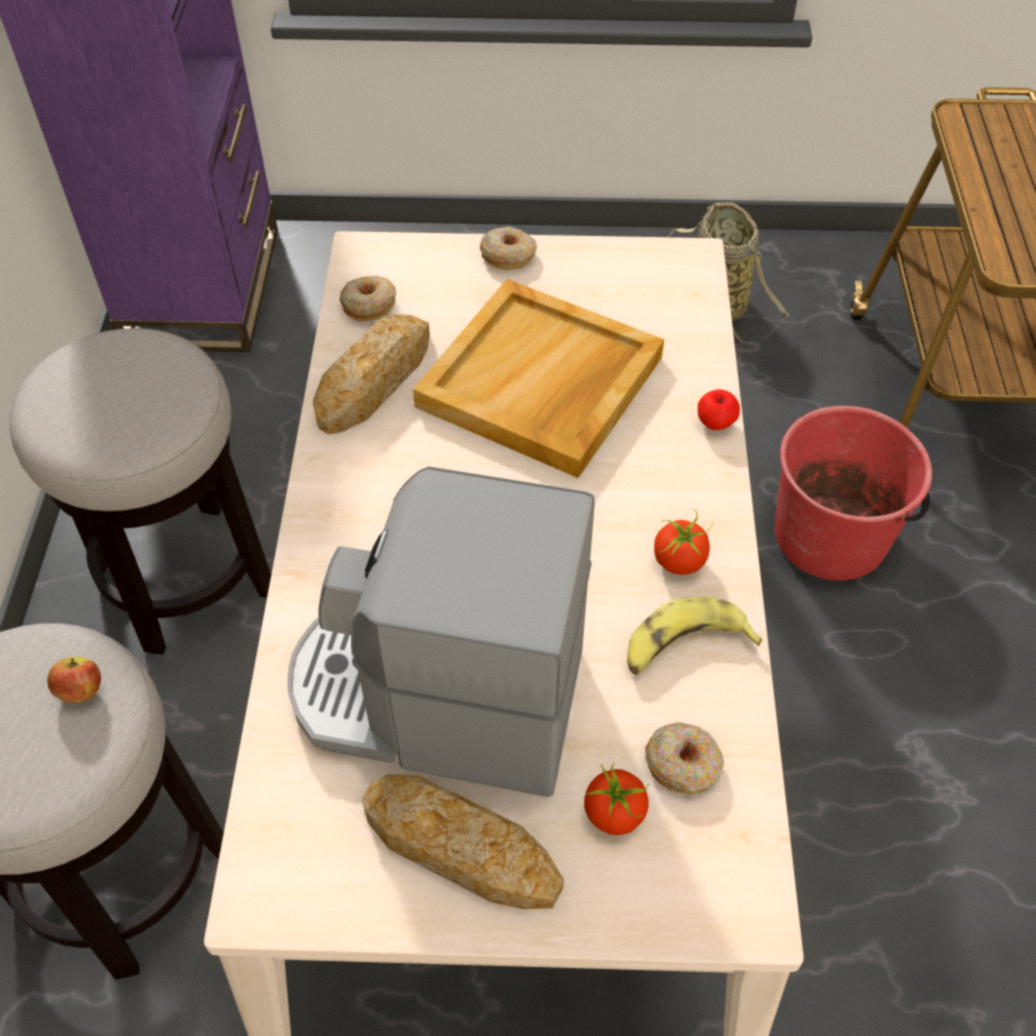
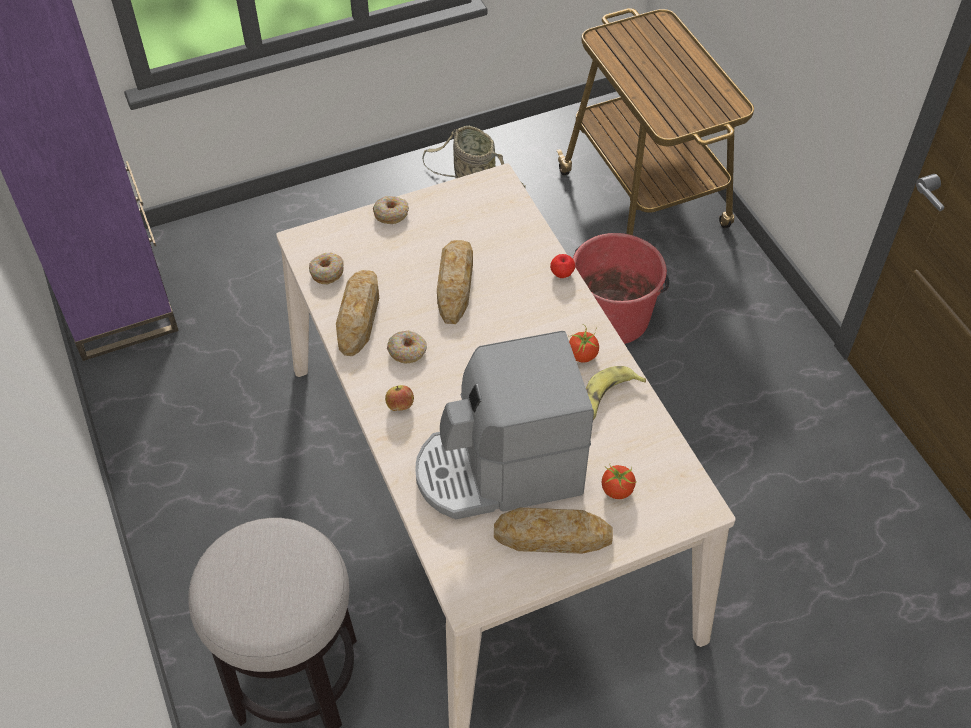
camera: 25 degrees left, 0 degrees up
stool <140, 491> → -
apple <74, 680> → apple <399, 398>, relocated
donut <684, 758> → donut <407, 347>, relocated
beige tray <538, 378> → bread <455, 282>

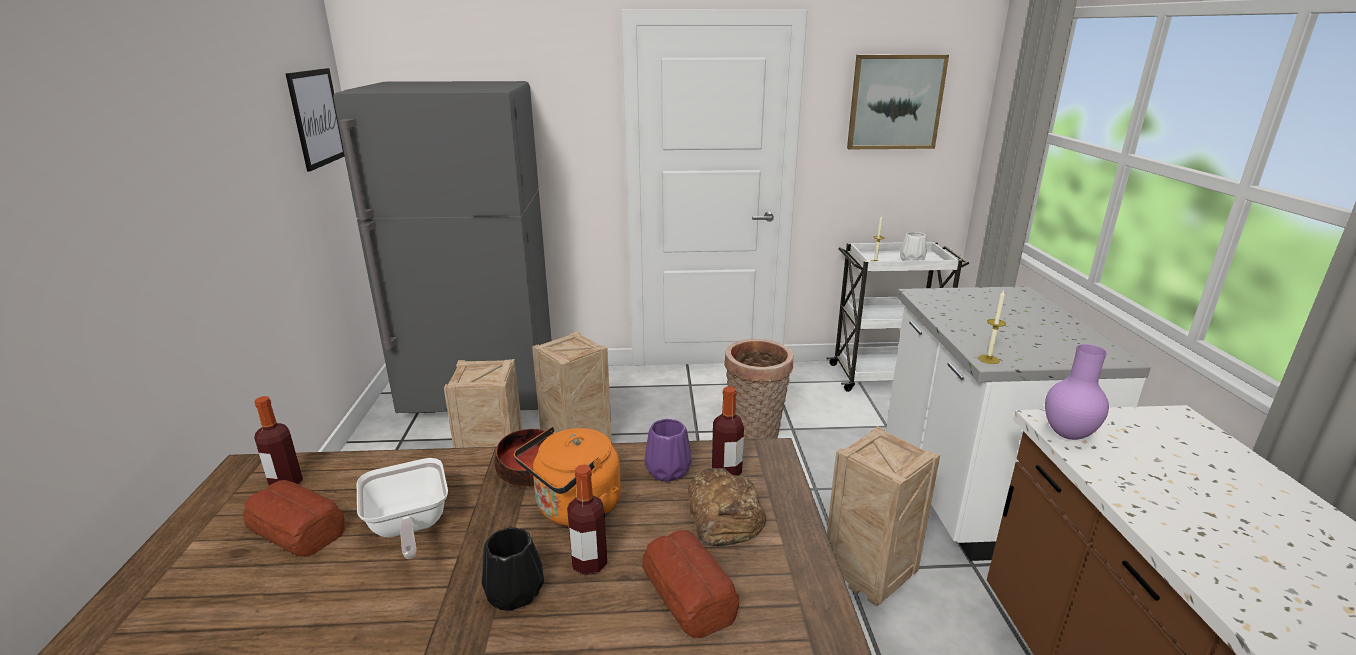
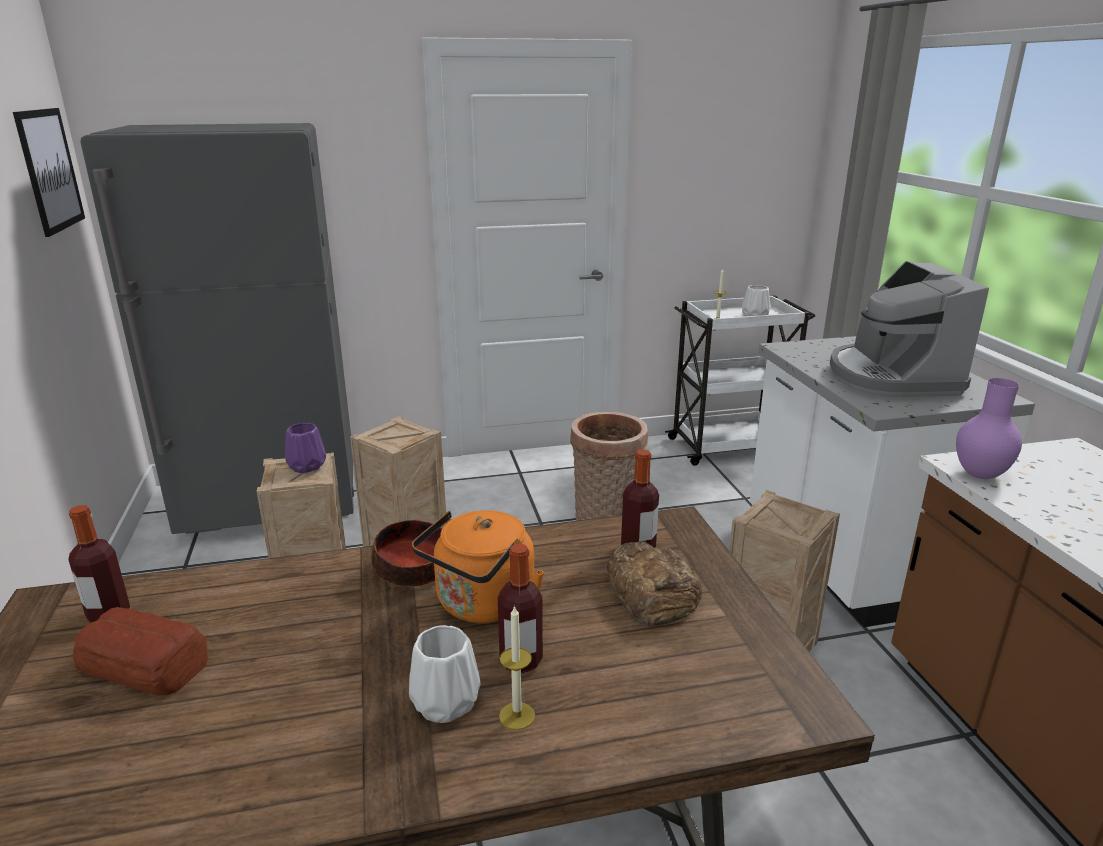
camera: 10 degrees left, 0 degrees up
frying pan <402, 508> → -
bread <690, 584> → -
picture <898, 101> → -
- → coffee machine <909, 329>
purple vase <668, 450> → purple vase <305, 448>, relocated
candle <992, 327> → candle <517, 667>, relocated
black vase <513, 569> → white vase <445, 674>

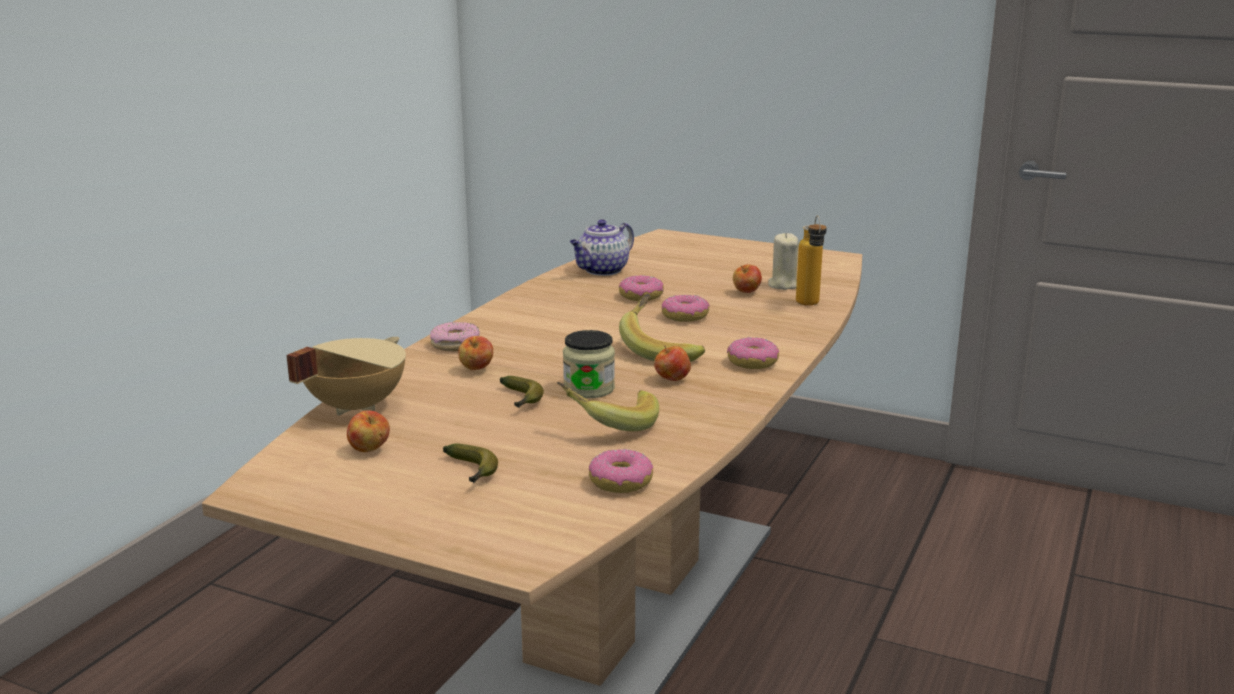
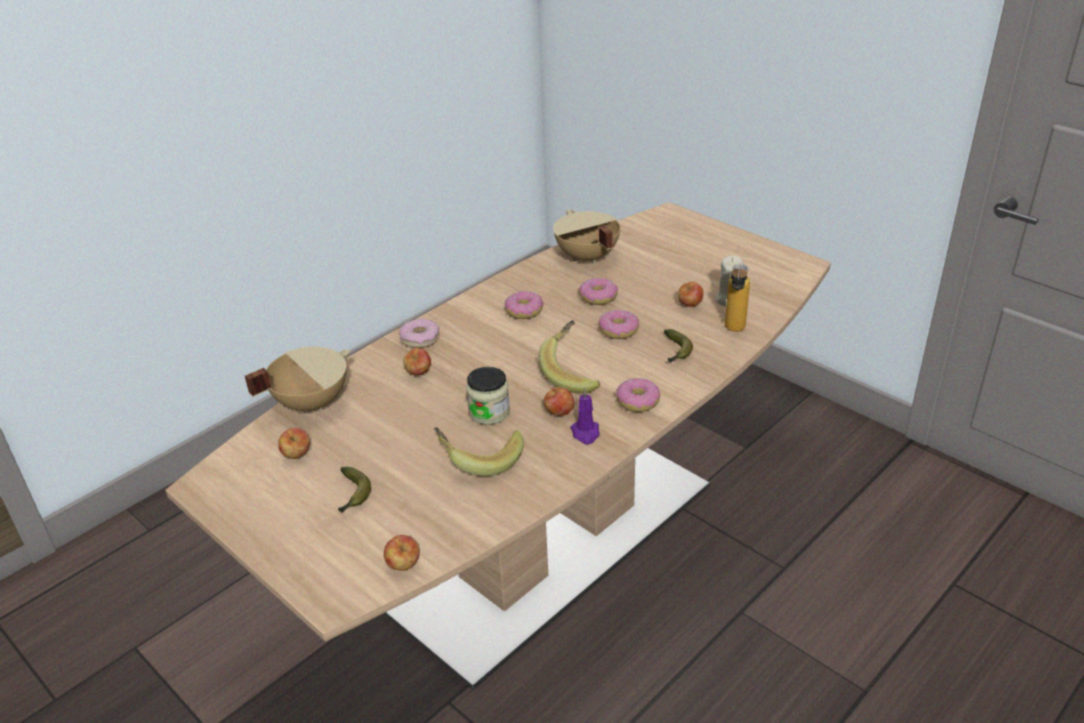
camera: 20 degrees right, 15 degrees up
- → apple <402, 553>
- → purple candle <585, 416>
banana <522, 392> → banana <678, 346>, relocated
donut <621, 471> → donut <524, 305>, relocated
teapot <602, 248> → beige cooking pot <587, 237>

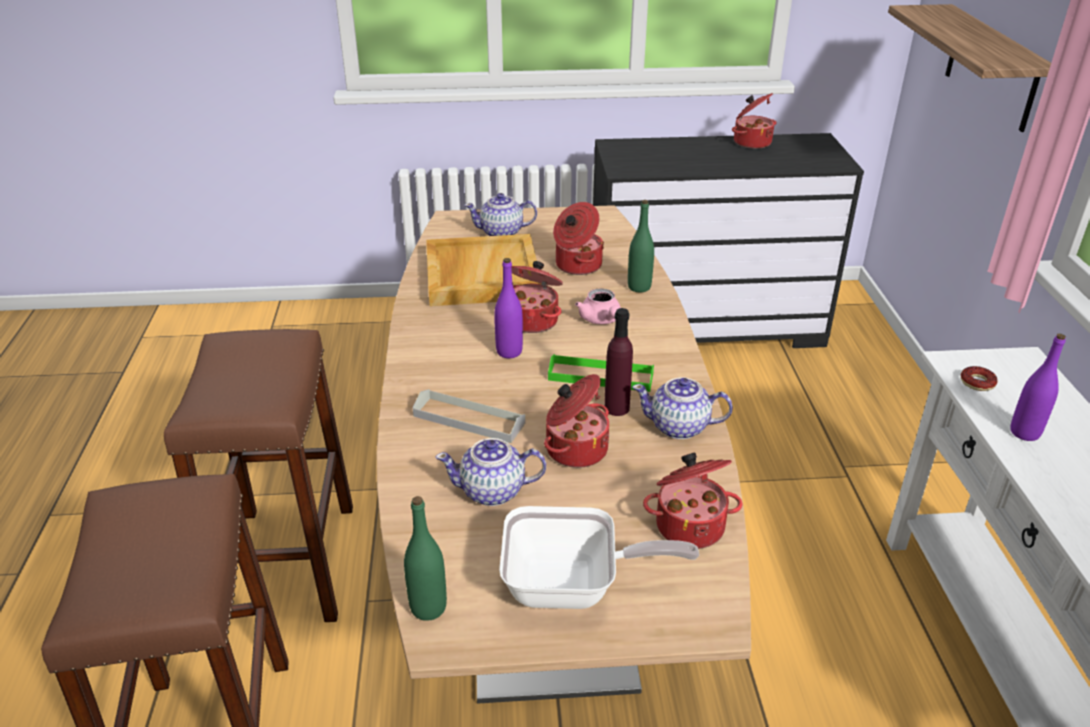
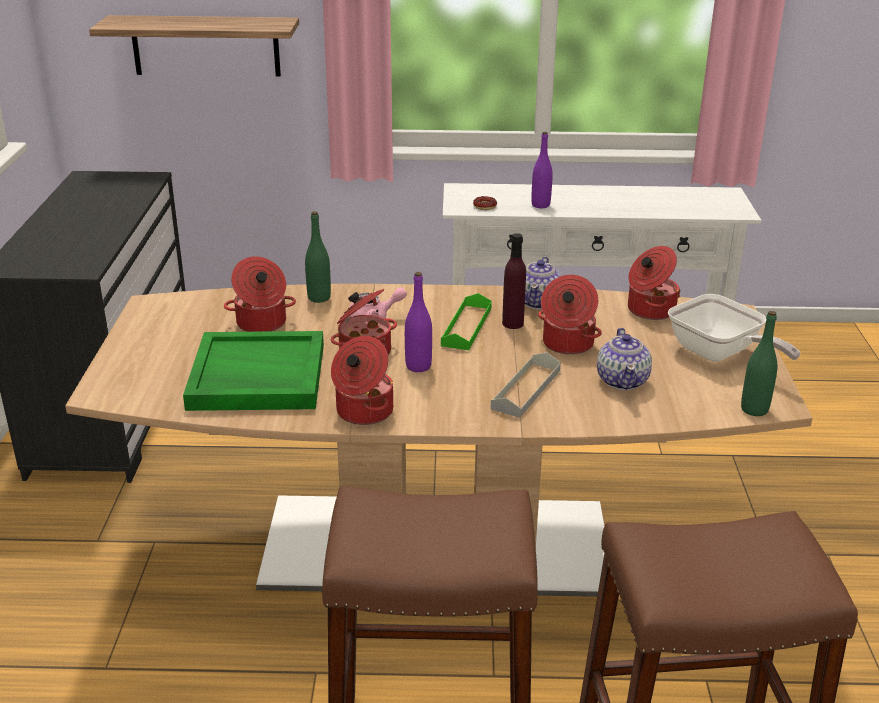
camera: 85 degrees left, 5 degrees down
teapot <500, 214> → -
cooking pot <754, 121> → cooking pot <362, 380>, relocated
beige tray <483, 270> → green tray <253, 371>
frying pan <599, 557> → frying pan <734, 328>, 135 degrees clockwise

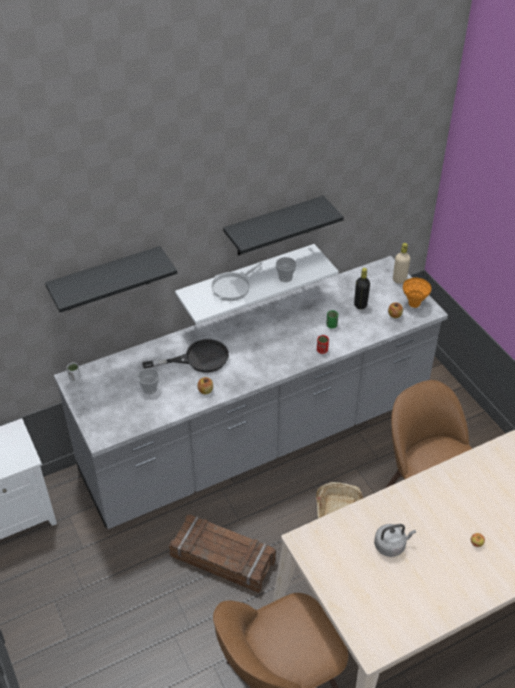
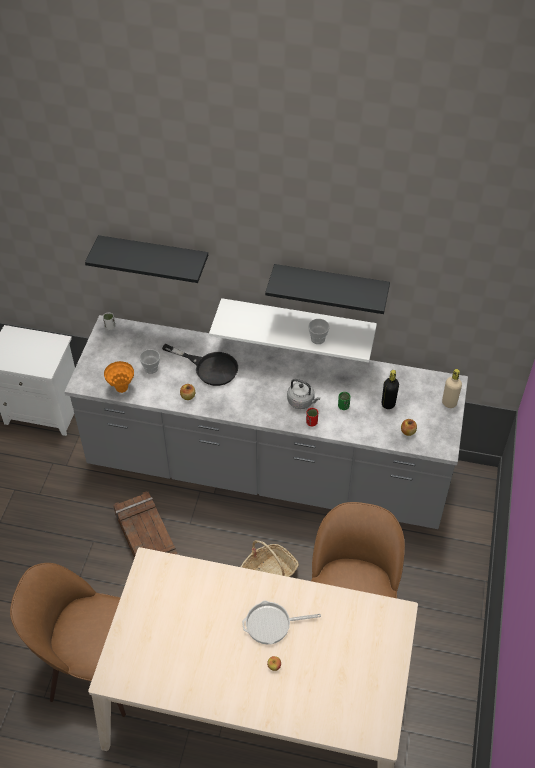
camera: 40 degrees right, 5 degrees up
frying pan <237, 281> → frying pan <281, 622>, relocated
grey kettle <395, 540> → grey kettle <303, 394>, relocated
orange vase <417, 293> → orange vase <119, 377>, relocated

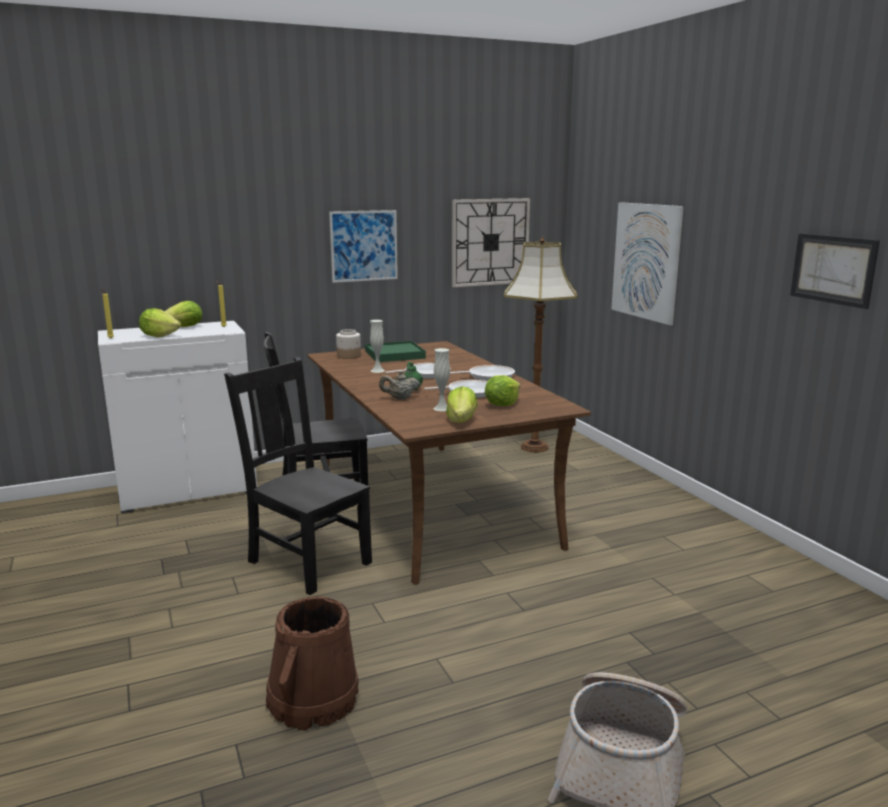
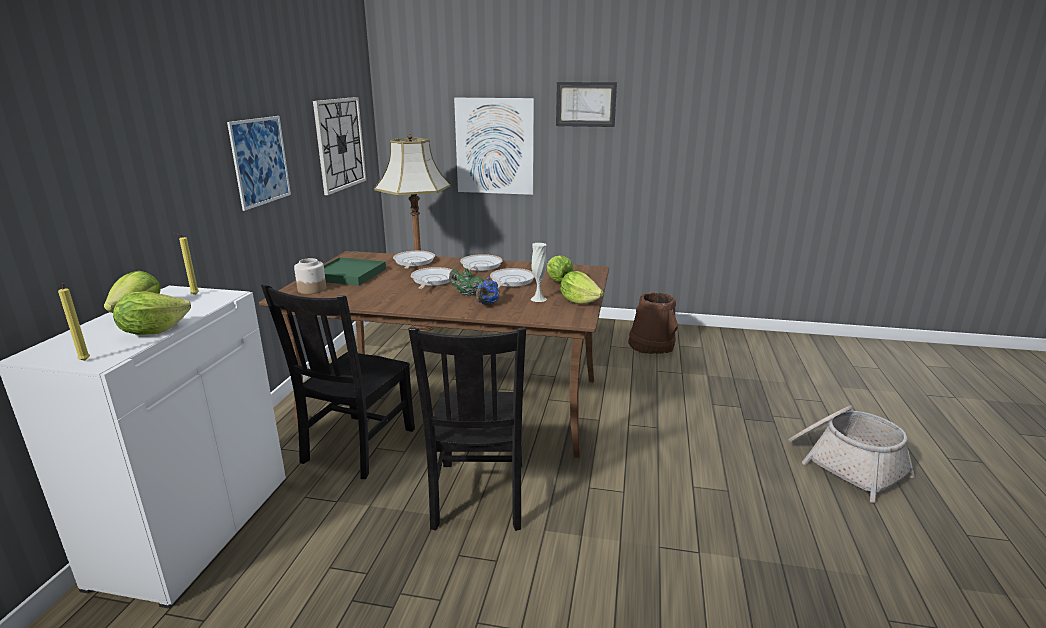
camera: 55 degrees left, 5 degrees up
white vase <377, 346> → -
- → frying pan <414, 260>
brown bucket <312, 663> → brown bucket <653, 323>, relocated
picture <835, 271> → picture <586, 104>, relocated
beige teapot <399, 385> → blue teapot <487, 291>
black chair <298, 476> → black chair <467, 429>, 75 degrees counterclockwise

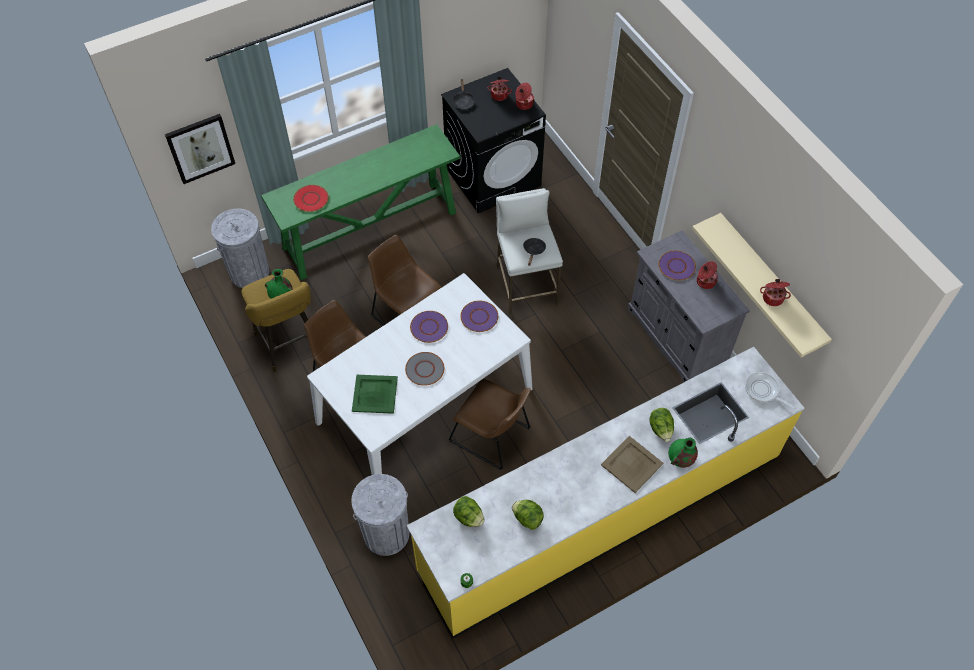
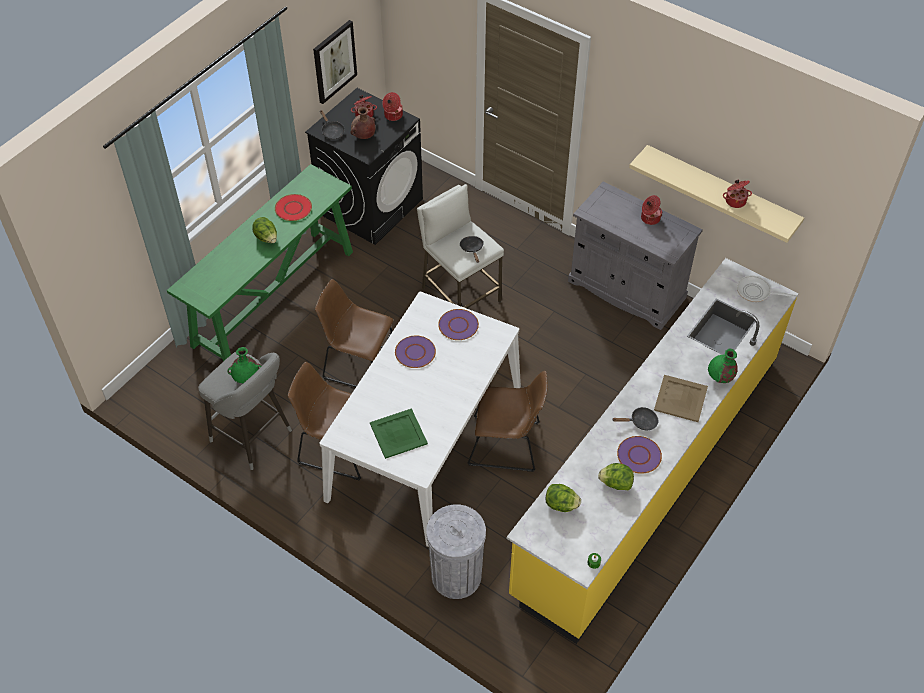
camera: 25 degrees left, 5 degrees down
grey trash can <240, 248> → -
grey plate <424, 369> → -
- → brown vase <363, 123>
- → black frying pan <635, 419>
picture <200, 149> → picture <335, 62>, relocated
red plate <311, 198> → red plate <293, 207>, relocated
lettuce <661, 425> → lettuce <264, 230>, relocated
purple plate <677, 266> → purple plate <639, 455>, relocated
yellow stool <276, 320> → grey stool <245, 411>

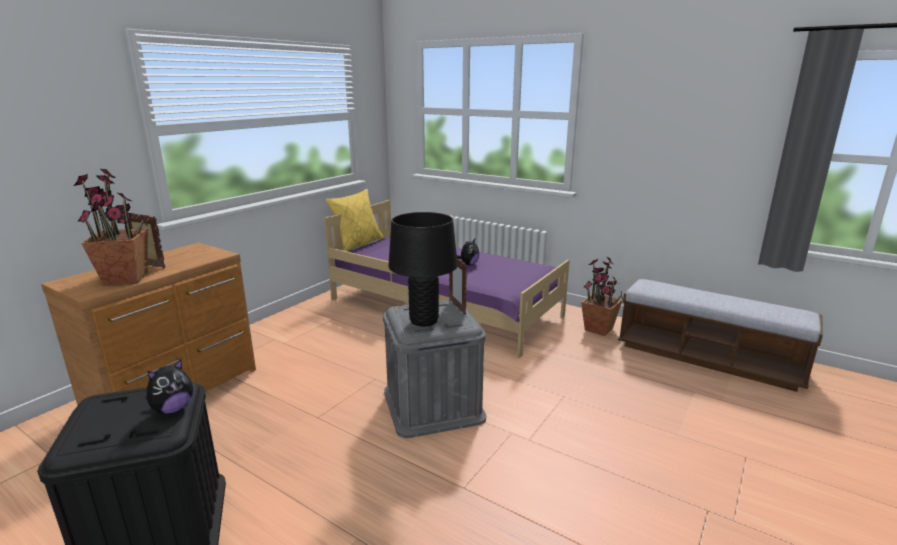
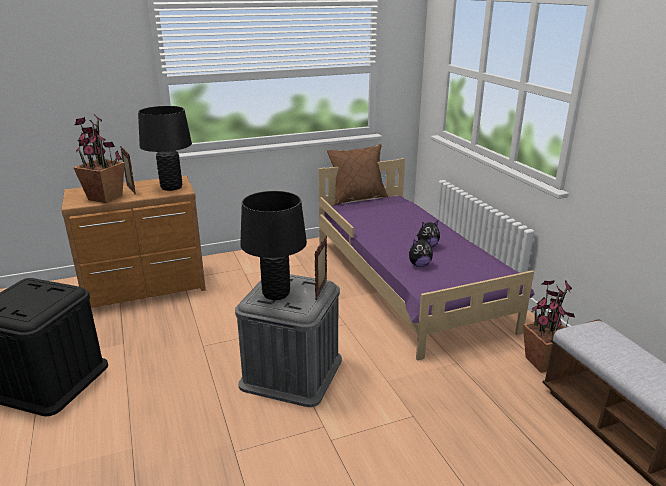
camera: 35 degrees right, 5 degrees up
- → black table lamp <165, 148>
plush toy <170, 386> → plush toy <421, 252>, relocated
yellow pillow <355, 220> → brown pillow <357, 174>

